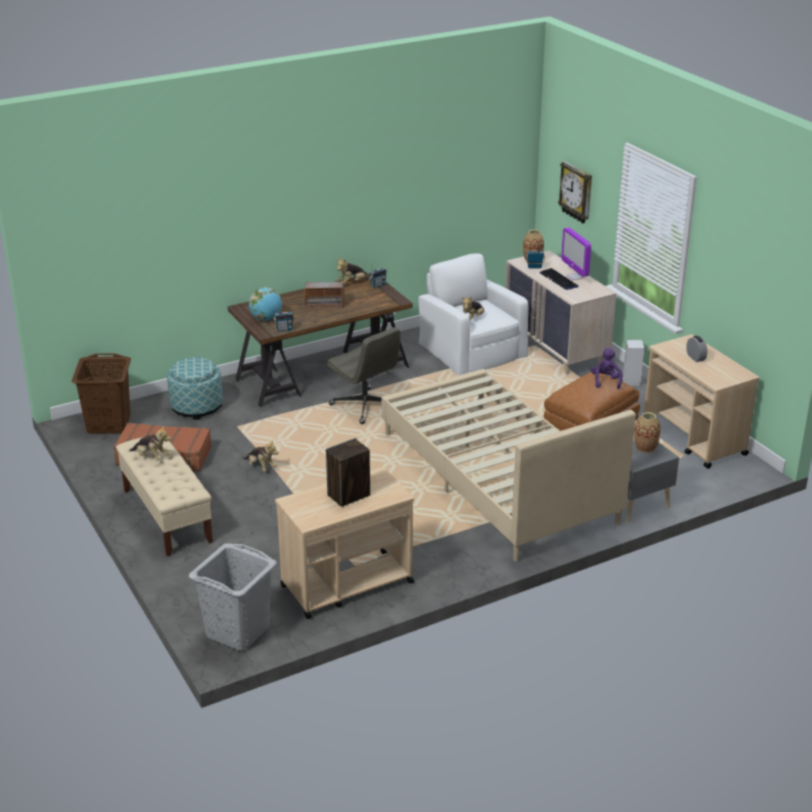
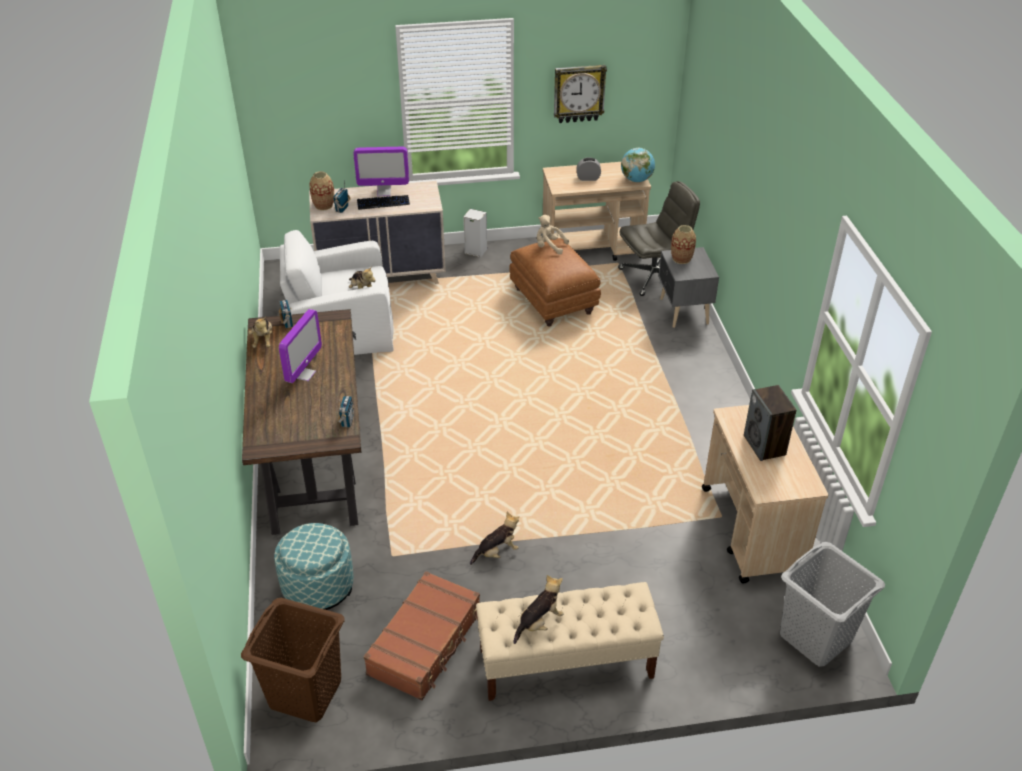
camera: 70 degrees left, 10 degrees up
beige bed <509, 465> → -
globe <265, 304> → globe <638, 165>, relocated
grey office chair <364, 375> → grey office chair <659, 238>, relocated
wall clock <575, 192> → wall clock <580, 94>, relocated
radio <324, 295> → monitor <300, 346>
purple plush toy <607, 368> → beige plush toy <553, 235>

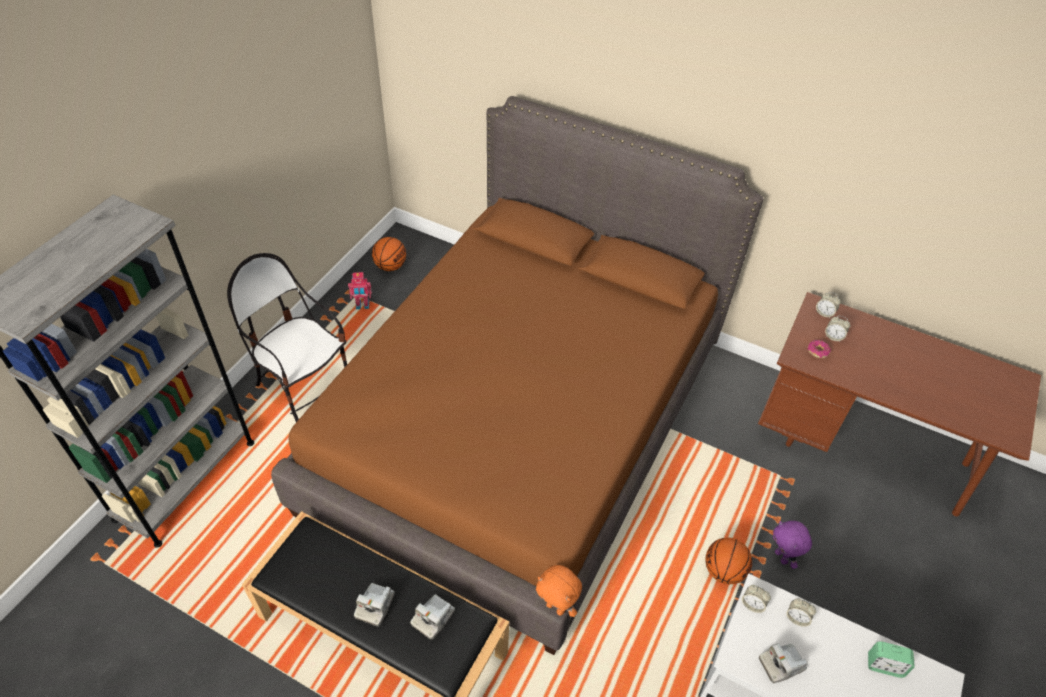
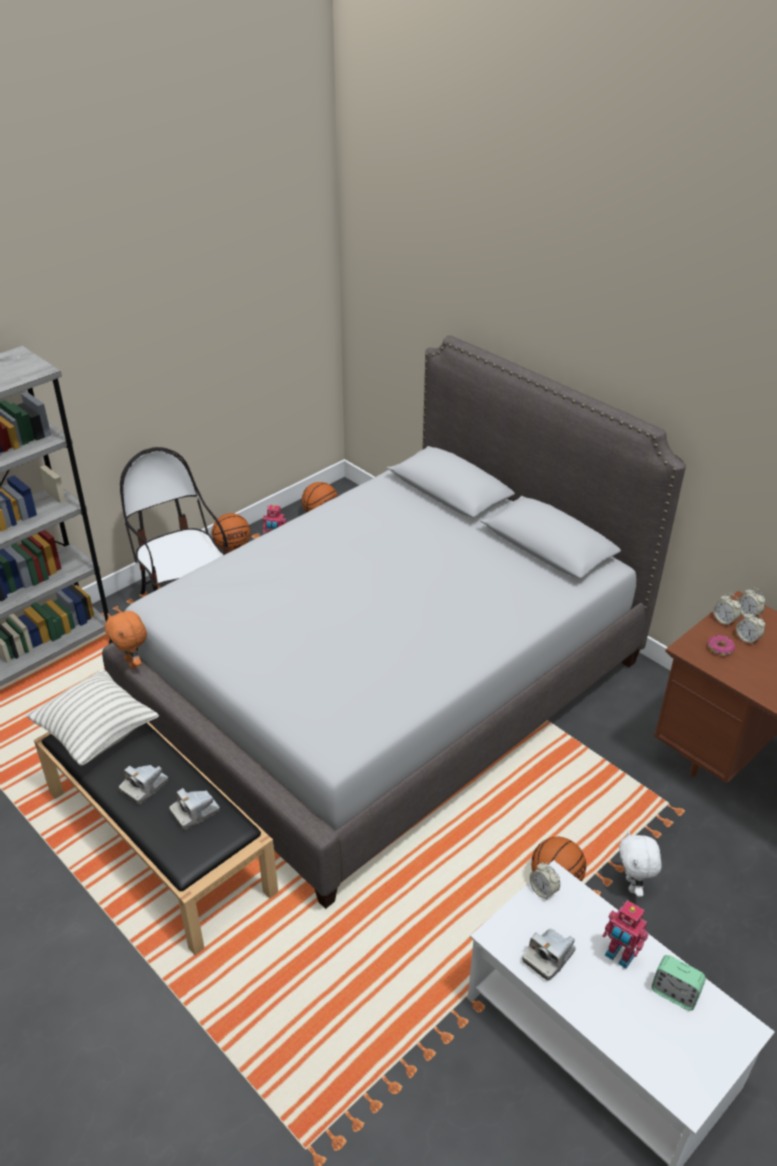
camera: 20 degrees right, 10 degrees down
- → pillow <92, 717>
- → basketball <231, 532>
- → toy robot <626, 934>
orange plush toy <559, 591> → orange plush toy <126, 640>, relocated
alarm clock <801, 612> → alarm clock <727, 609>, relocated
brown bed <517, 375> → grey bed <394, 622>
purple plush toy <792, 545> → white plush toy <640, 864>
photo camera <783, 663> → photo camera <549, 954>, 45 degrees counterclockwise

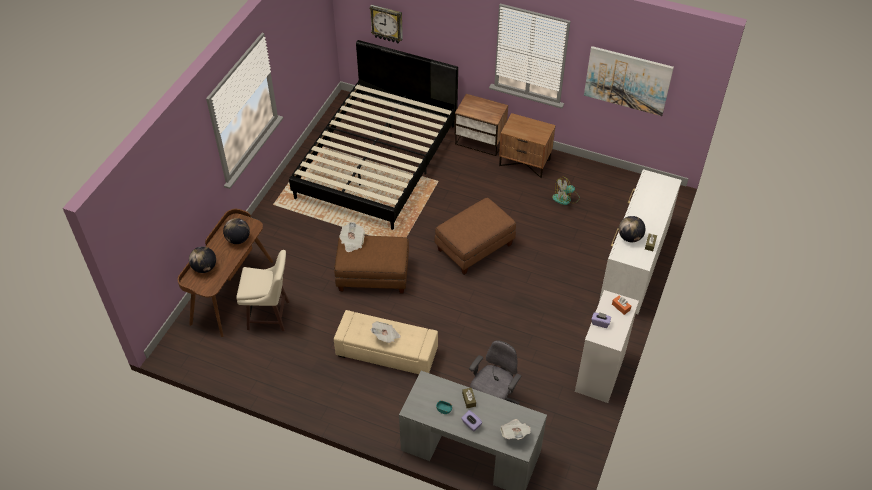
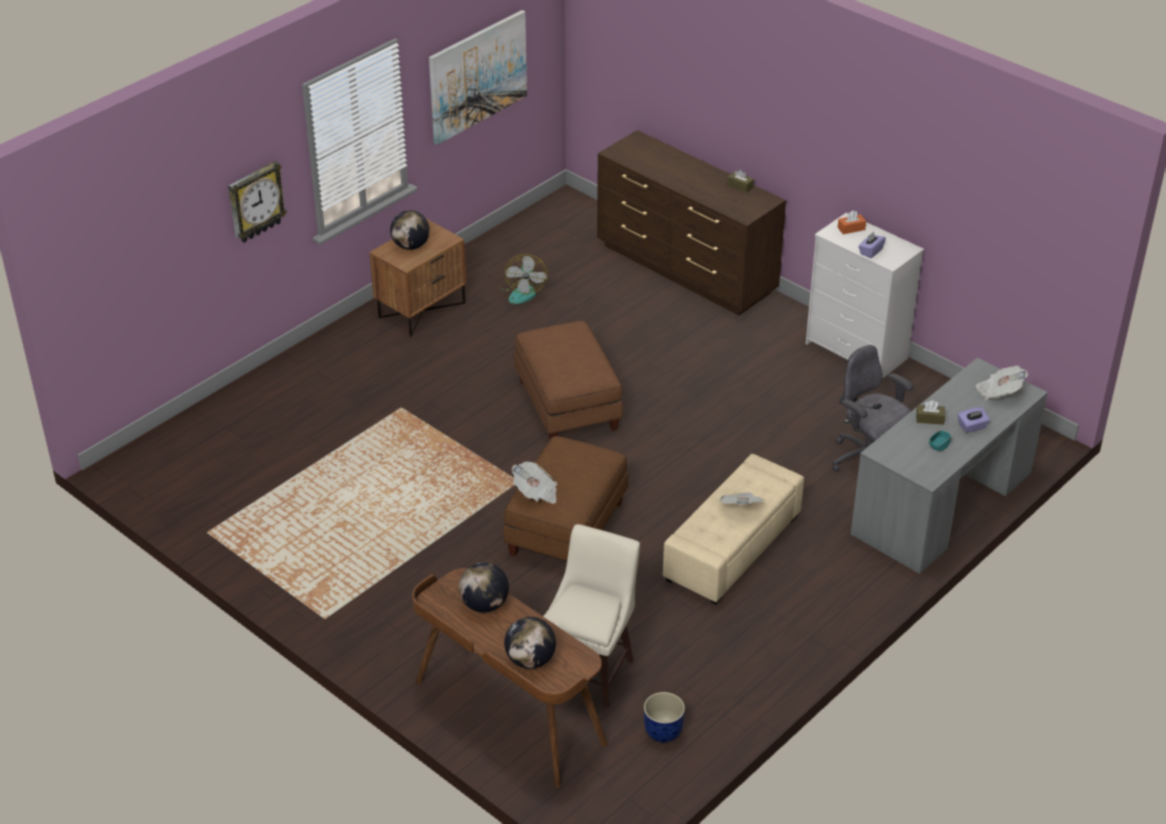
camera: 70 degrees left, 10 degrees down
black bed <373, 135> → -
nightstand <481, 125> → -
- → blue planter <664, 717>
wall clock <386, 24> → wall clock <257, 202>, relocated
globe <632, 229> → globe <410, 230>, relocated
white dresser <640, 241> → brown dresser <691, 222>

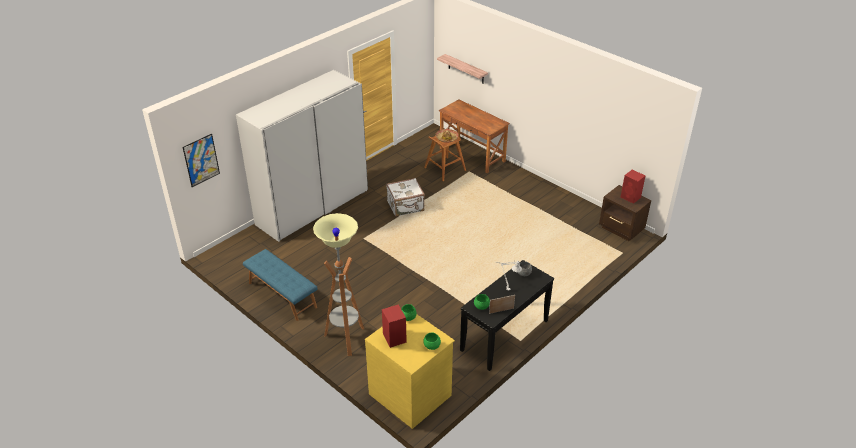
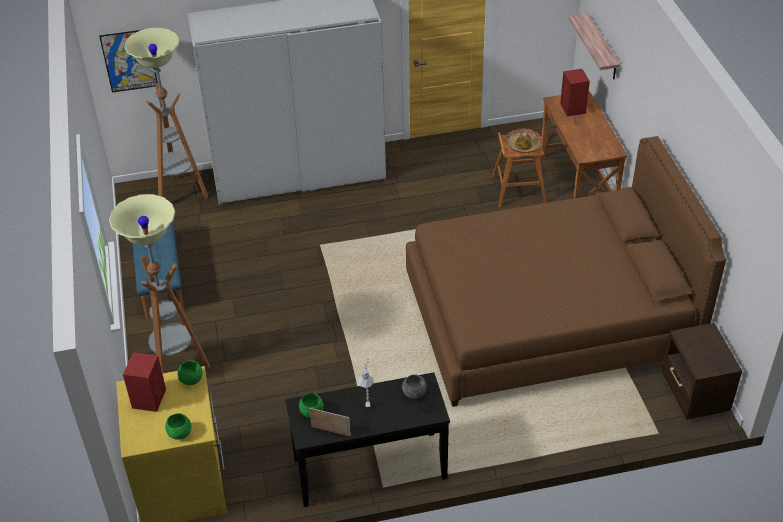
camera: 35 degrees right, 5 degrees up
white suitcase <405, 197> → -
- → floor lamp <166, 113>
- → brown bed <566, 271>
red speaker <633, 187> → red speaker <575, 92>, relocated

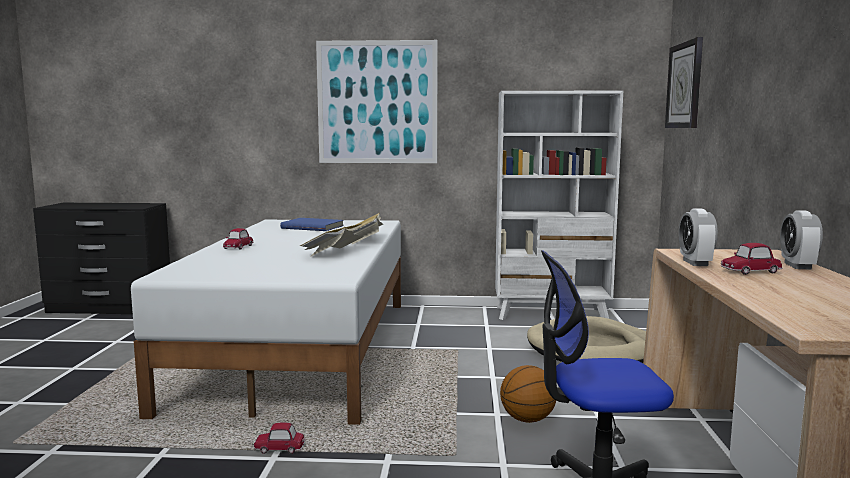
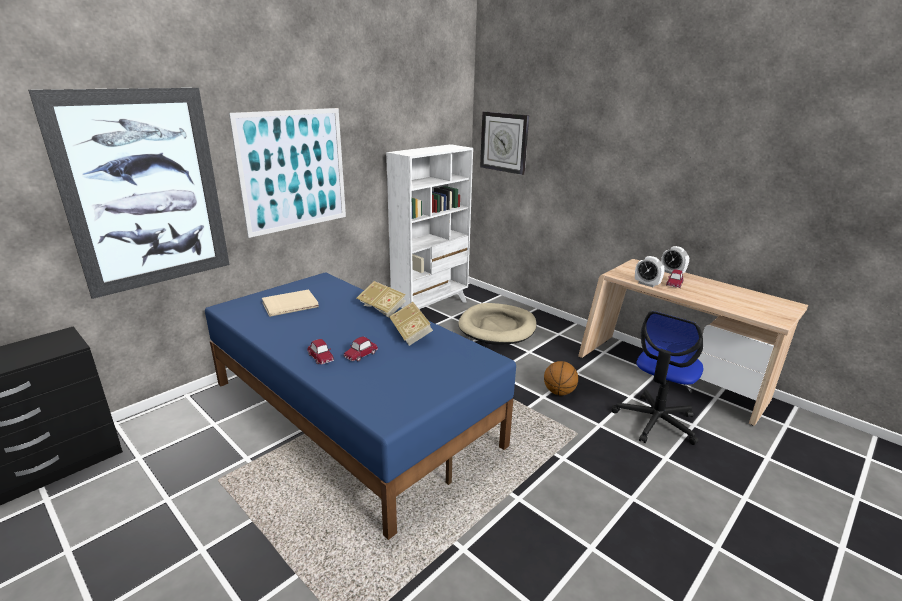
camera: 50 degrees left, 15 degrees up
- → picture <129, 193>
toy car <279, 438> → toy car <361, 349>, relocated
white bed <266, 322> → blue bed <360, 406>
blue book <312, 224> → beige book <290, 303>

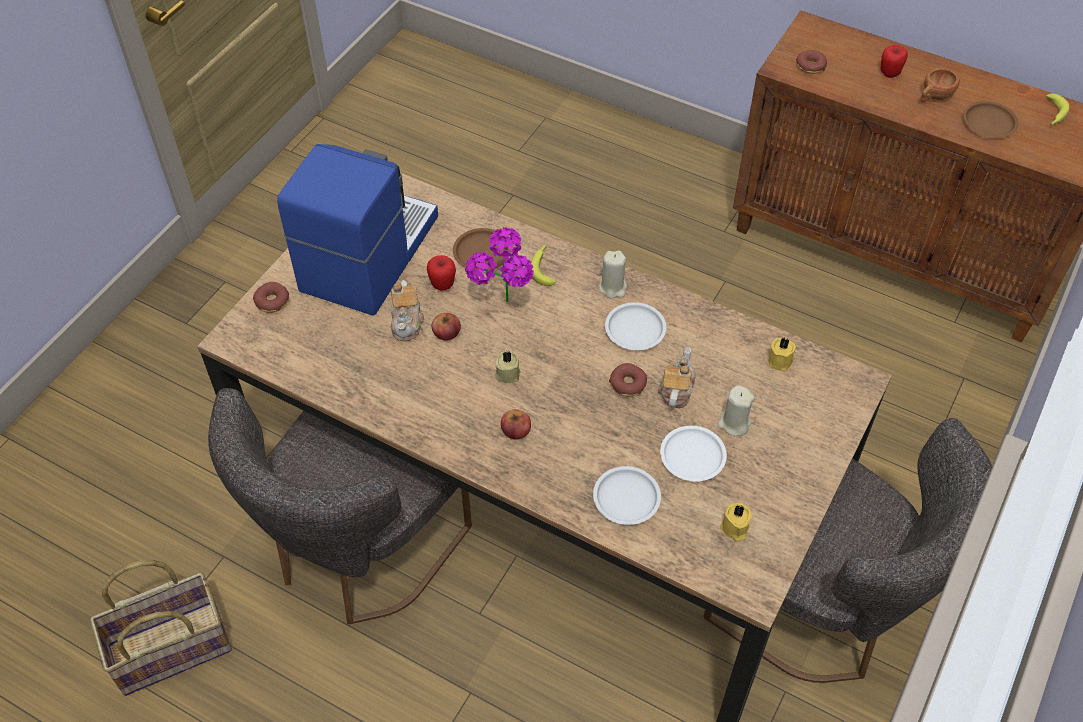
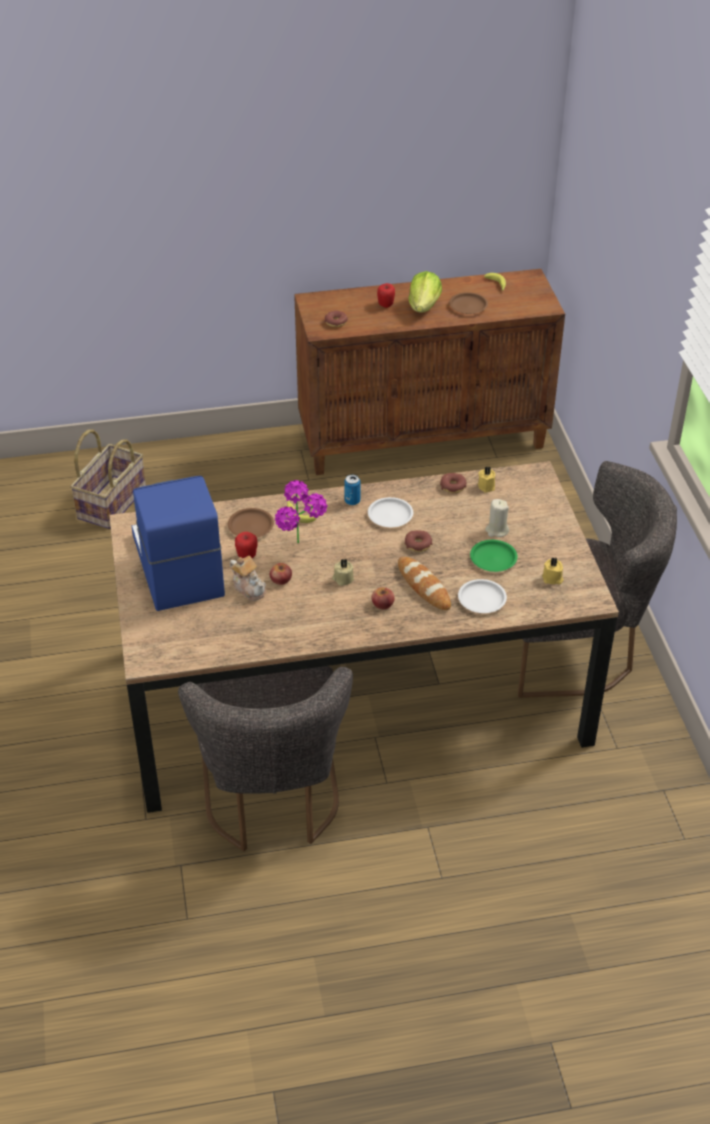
camera: 40 degrees left, 10 degrees down
teapot <677, 377> → -
- → bread <424, 583>
basket <160, 628> → basket <108, 479>, relocated
donut <271, 297> → donut <453, 483>, relocated
beige candle <613, 275> → can <352, 490>
brown cup <940, 85> → lettuce <425, 292>
white plate <693, 454> → green plate <493, 556>

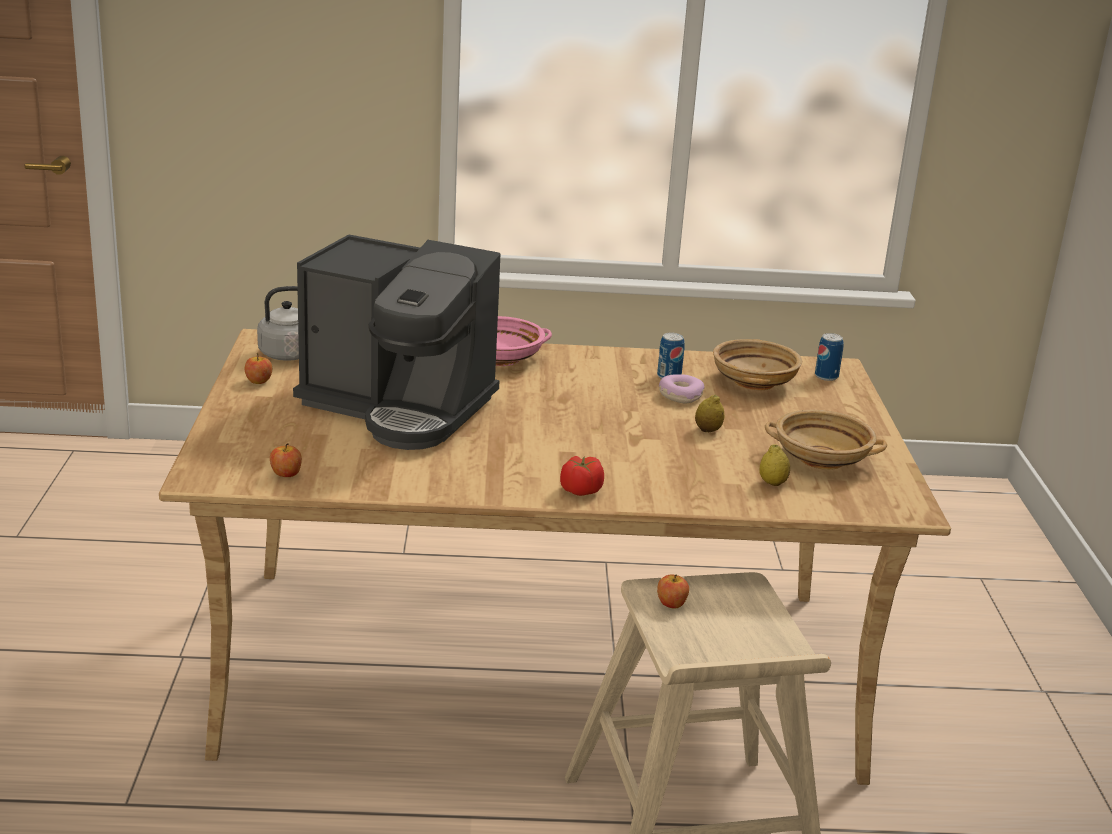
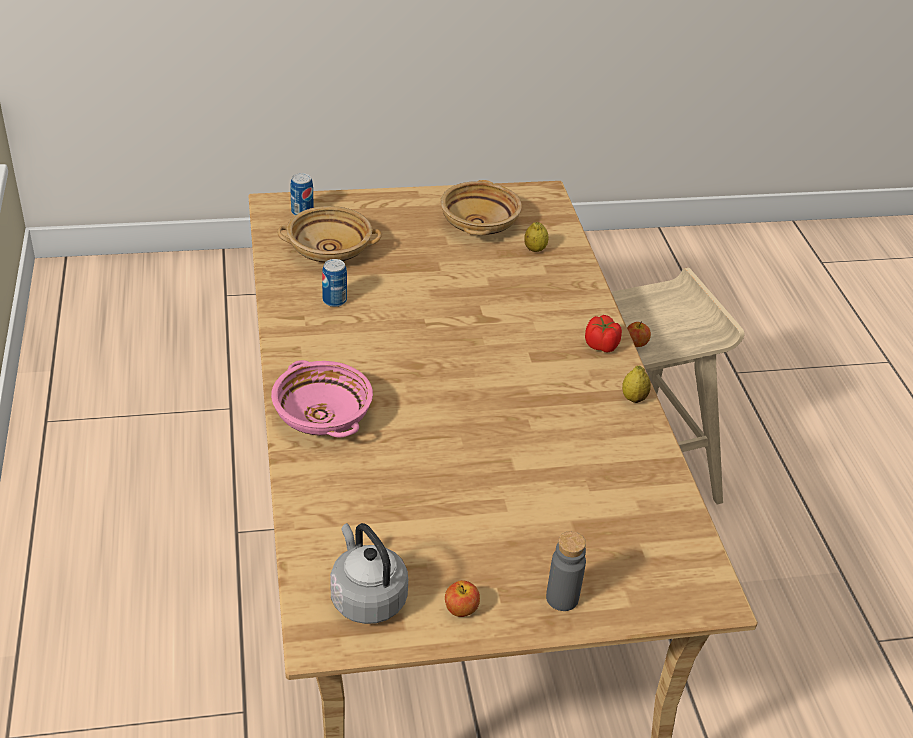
camera: 100 degrees left, 15 degrees up
apple <286, 460> → -
coffee machine <396, 342> → -
donut <682, 388> → -
- → grey bottle <566, 571>
lemon <709, 413> → lemon <636, 384>, relocated

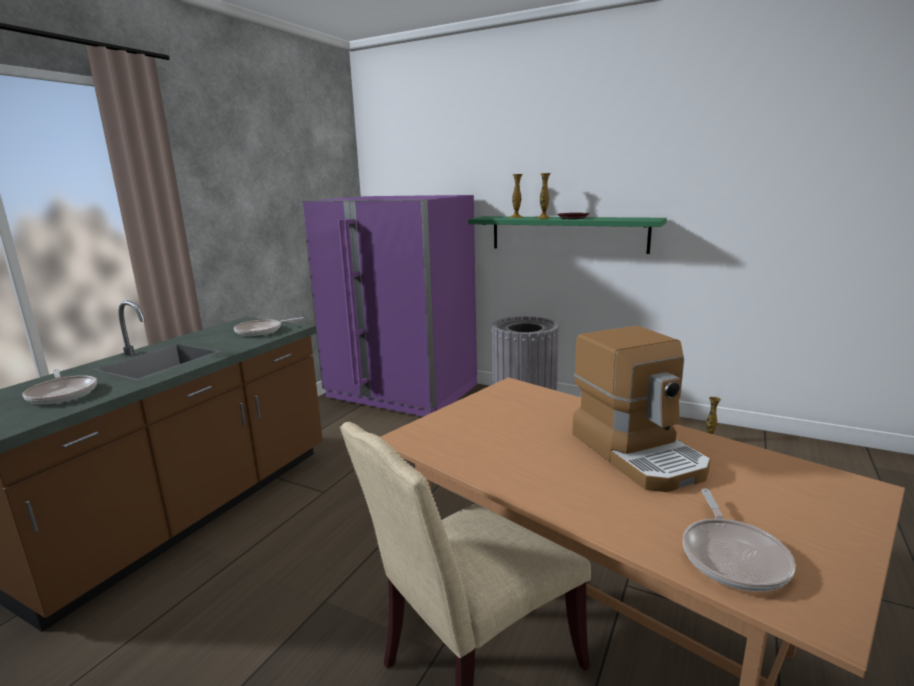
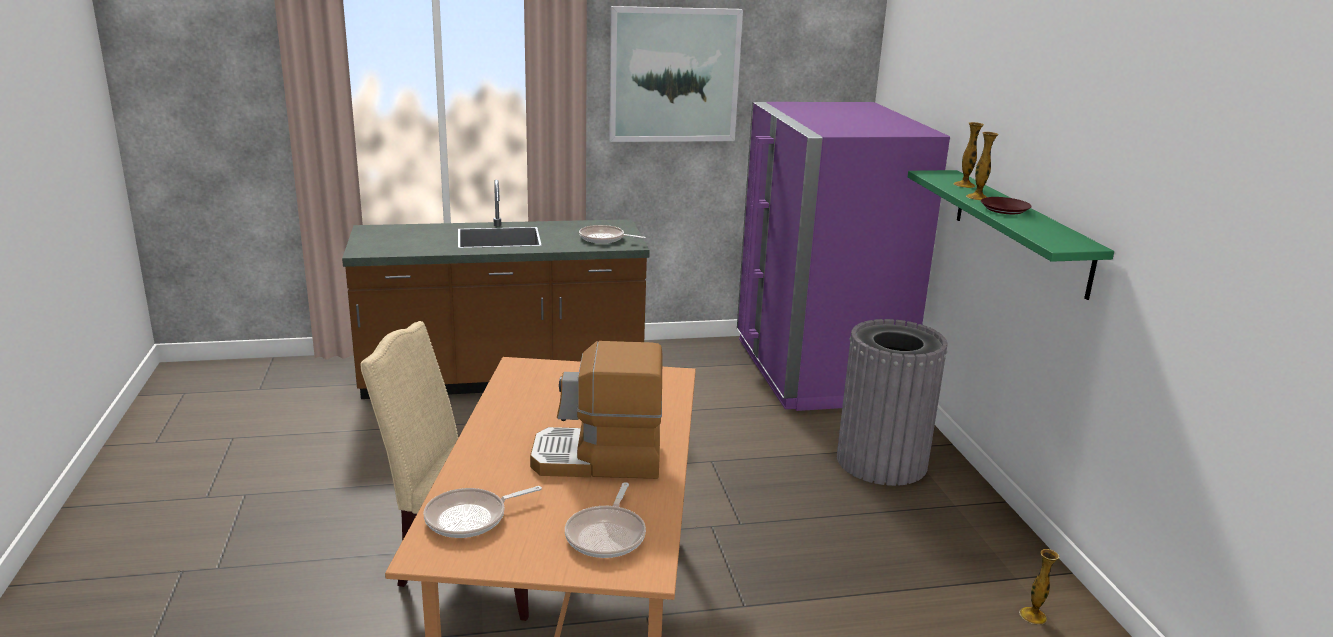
camera: 50 degrees right, 5 degrees up
- → picture <676, 74>
frying pan <59, 386> → frying pan <605, 520>, relocated
coffee machine <641, 409> → coffee machine <596, 410>, 60 degrees clockwise

